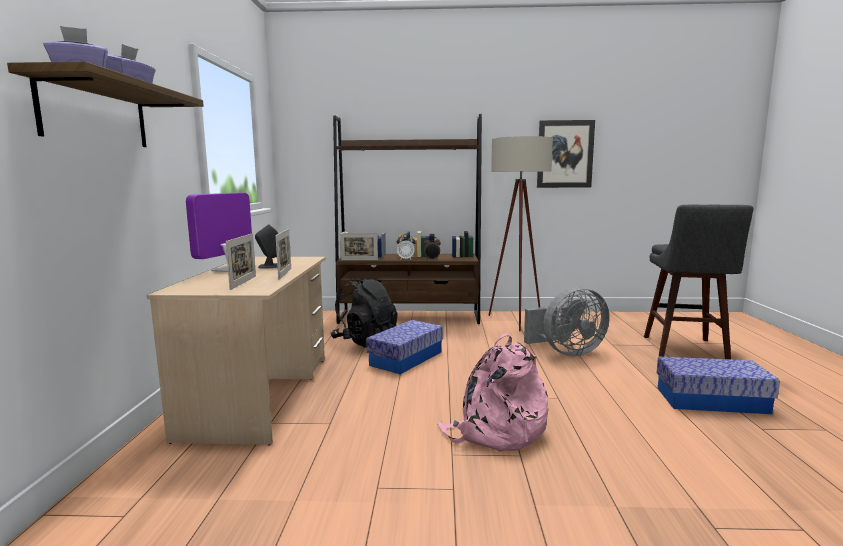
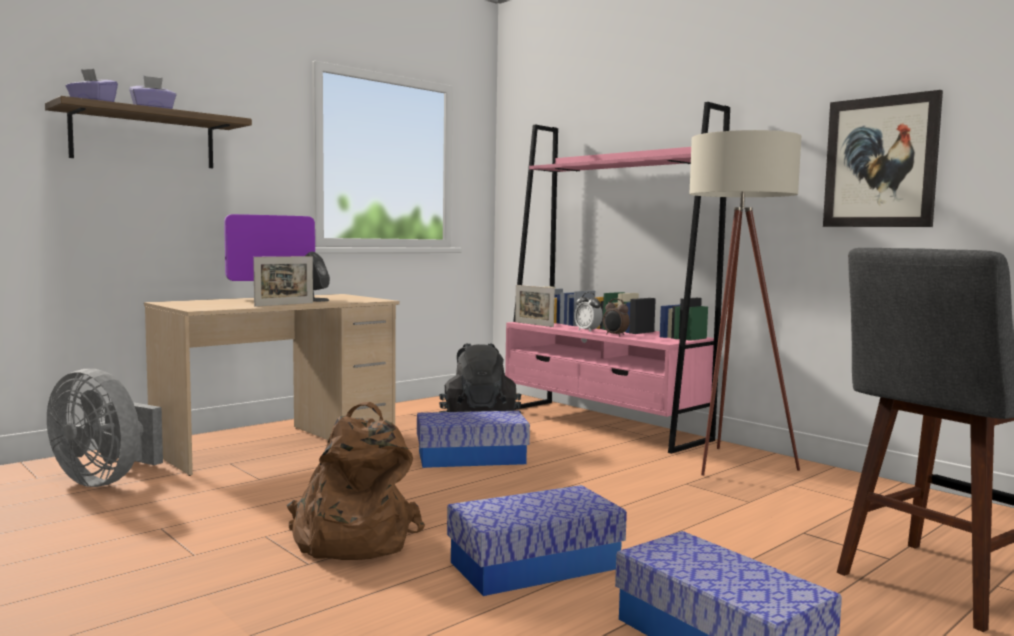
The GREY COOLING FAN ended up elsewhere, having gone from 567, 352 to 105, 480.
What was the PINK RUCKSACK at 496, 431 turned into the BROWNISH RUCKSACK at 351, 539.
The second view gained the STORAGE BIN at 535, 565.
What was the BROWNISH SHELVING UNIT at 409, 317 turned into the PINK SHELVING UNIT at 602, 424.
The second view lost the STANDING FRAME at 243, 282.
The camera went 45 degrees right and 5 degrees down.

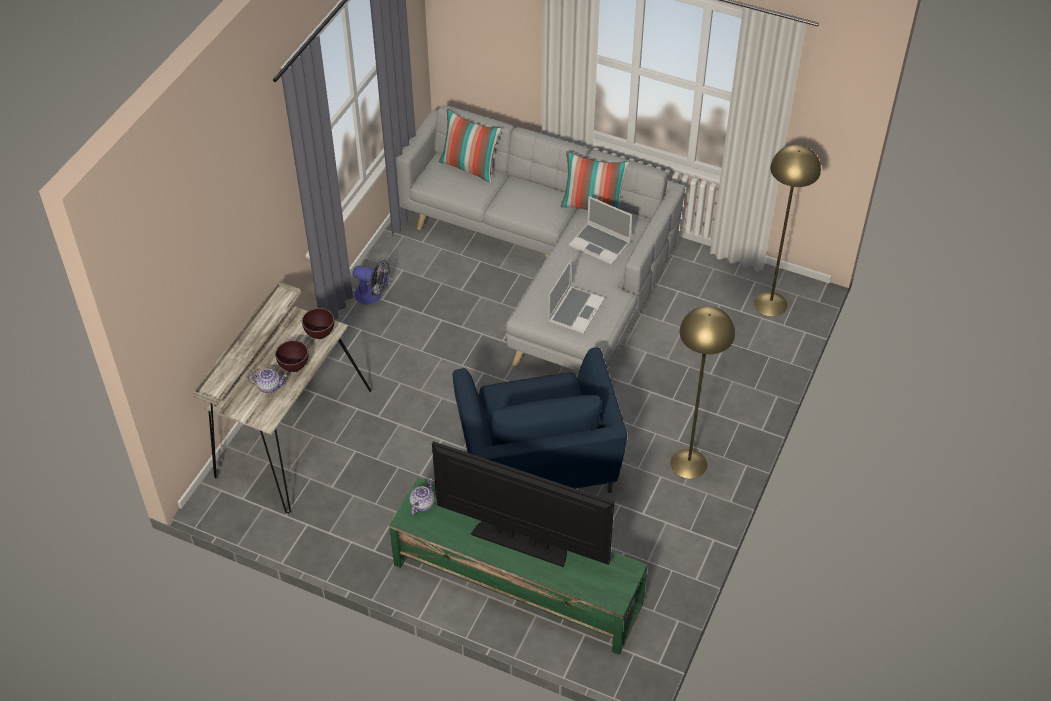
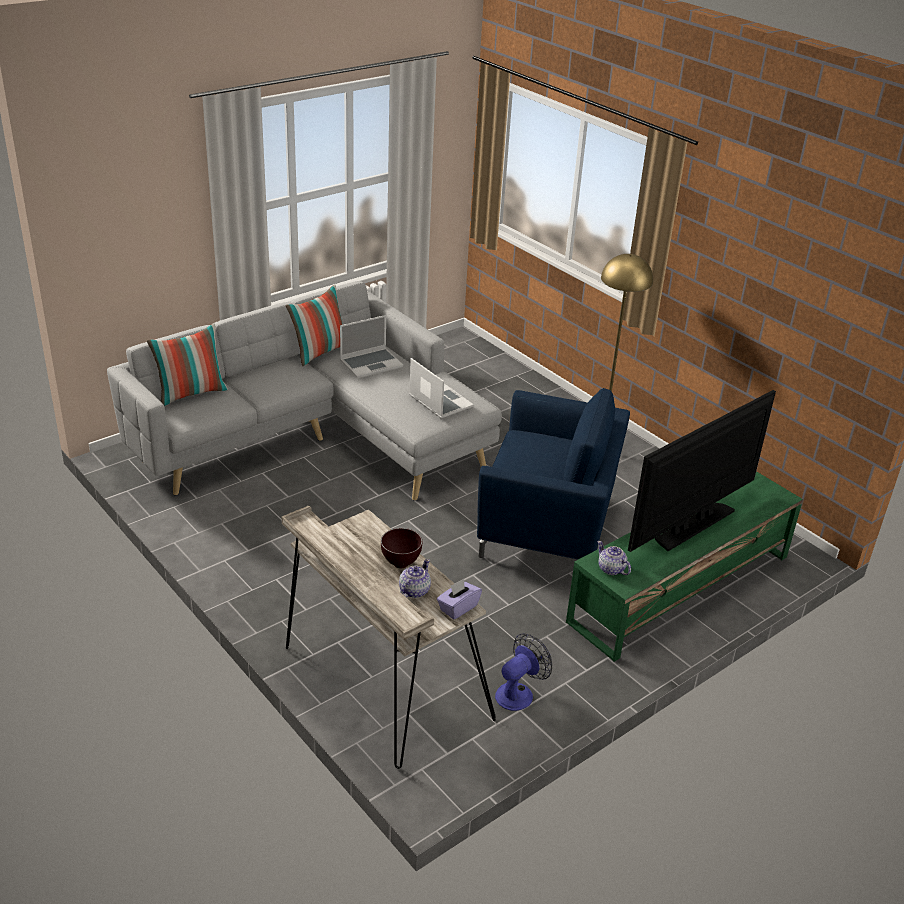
The second view gained the PURPLE-COLOURED TISSUE BOX at 458, 608.
The COOLING FAN ended up elsewhere, having gone from 373, 296 to 519, 692.
The second view lost the BROWNISH DEEP DISH at 319, 335.
The second view lost the YELLOWISH FLOOR LAMP at 770, 303.
The camera went 65 degrees left and 15 degrees down.

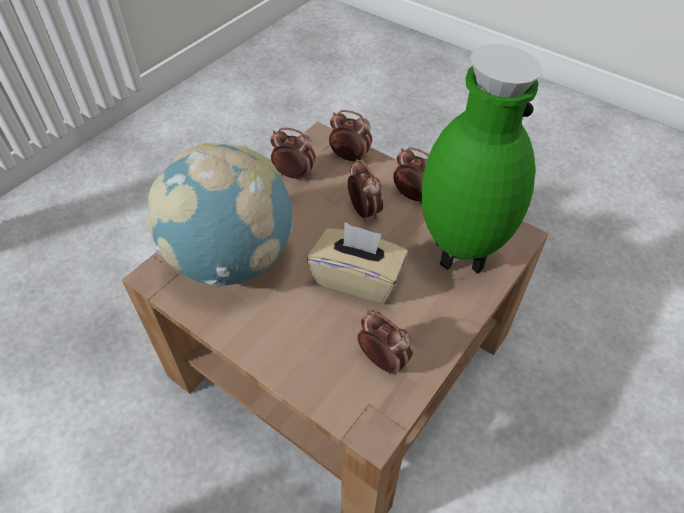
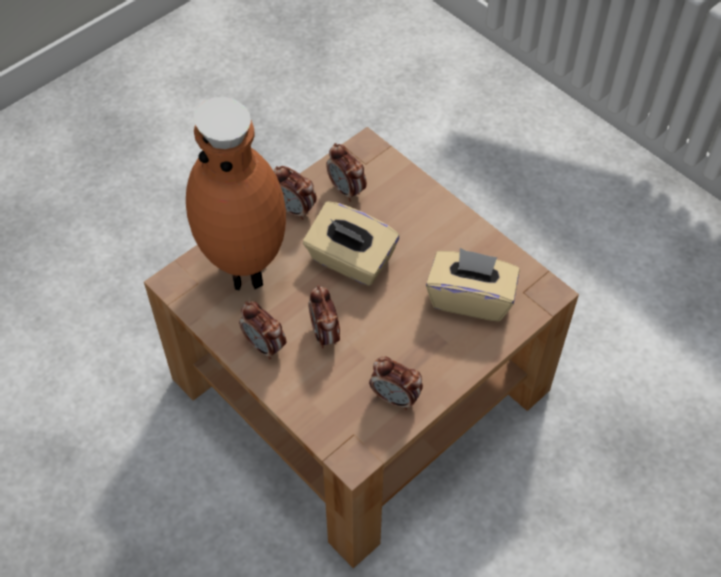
What was the GREEN DECORATIVE VASE at 457, 257 turned into the BROWNISH DECORATIVE VASE at 247, 268.
The BEDSIDE CLOCK ended up elsewhere, having gone from 350, 157 to 294, 210.
Where the GLOBE stood at 232, 259, the BEIGE TISSUE BOX came to stand at 470, 298.
The camera went 170 degrees left and 5 degrees up.

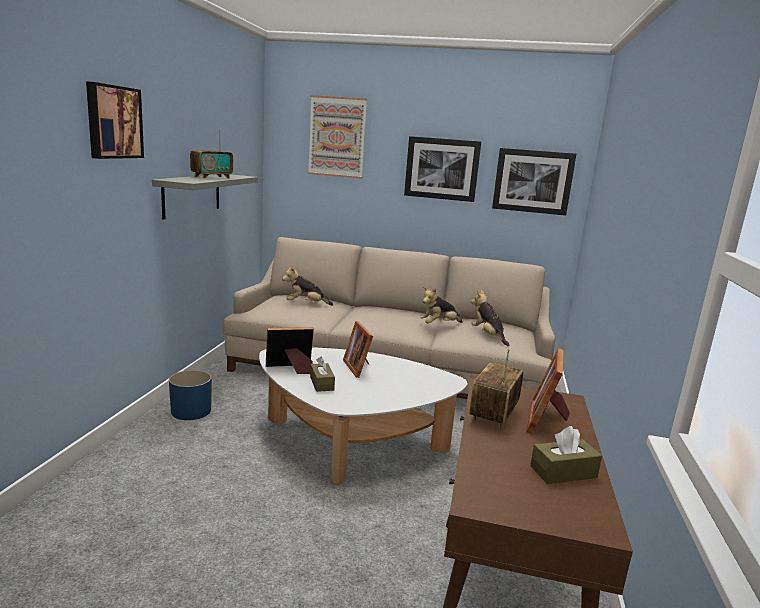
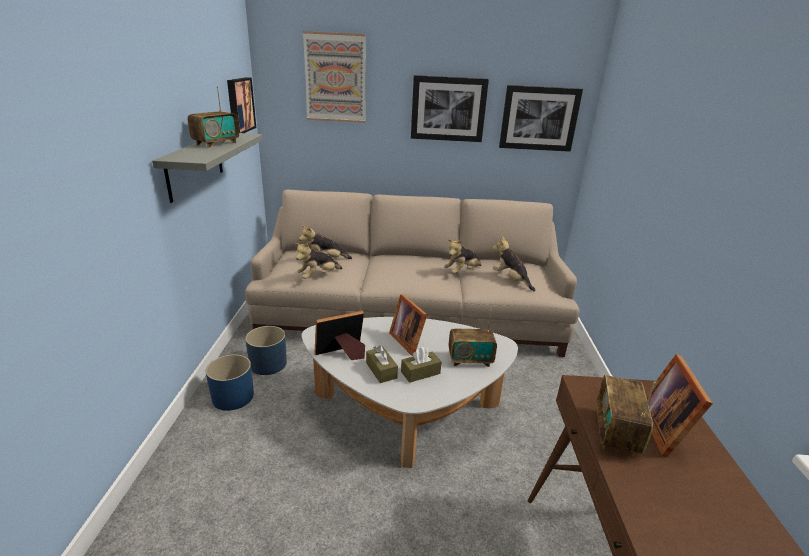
The PICTURE ended up elsewhere, having gone from 113, 122 to 239, 105.
The second view gained the BLUE-COLOURED PLANTER at 268, 364.
The second view gained the SOFT TOY at 318, 276.
The BROWNISH TISSUE BOX ended up elsewhere, having gone from 563, 472 to 420, 372.
The second view gained the RADIO RECEIVER at 470, 360.
The camera went 10 degrees left and 10 degrees up.

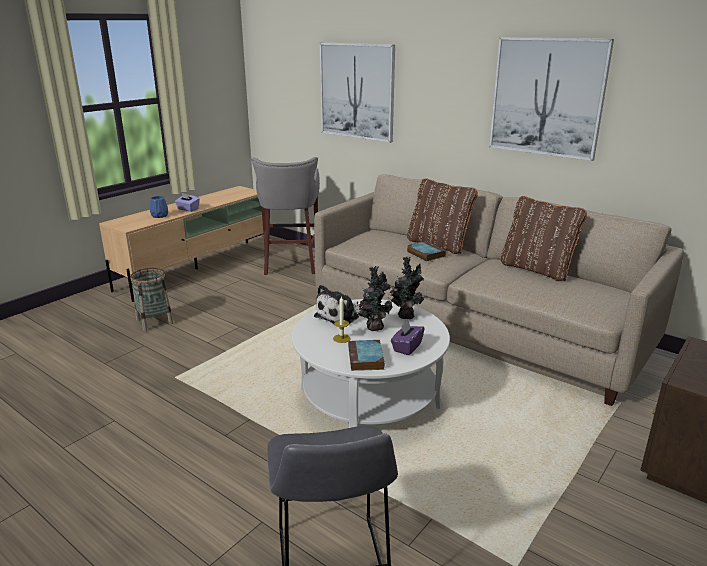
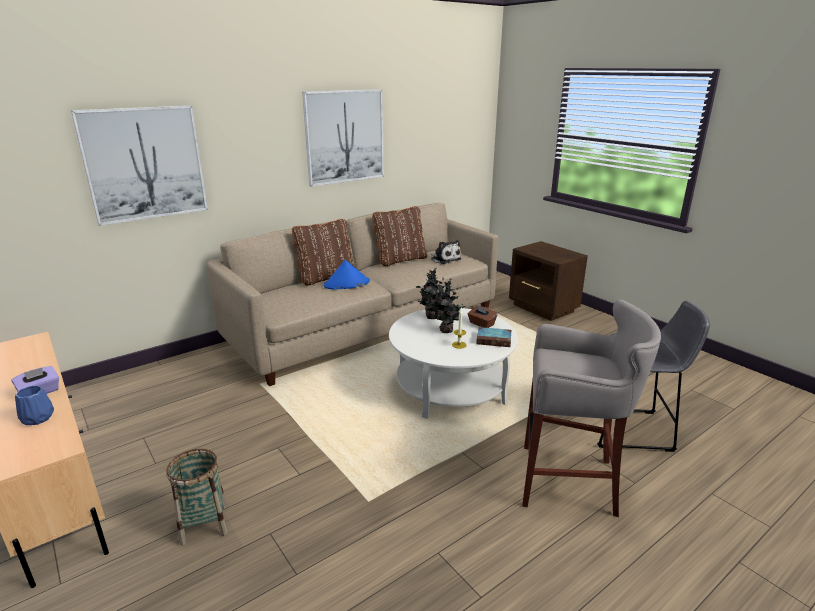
Where the BOOK stood at 425, 253, the BLUE-COLOURED CLOTHING HAT came to stand at 346, 284.
The SOFT TOY ended up elsewhere, having gone from 339, 316 to 445, 259.
What was the PURPLE-COLOURED TISSUE BOX at 407, 347 turned into the BROWNISH TISSUE BOX at 481, 324.
The GREY STOOL ended up elsewhere, having gone from 290, 264 to 570, 481.
The camera went 75 degrees left and 0 degrees up.

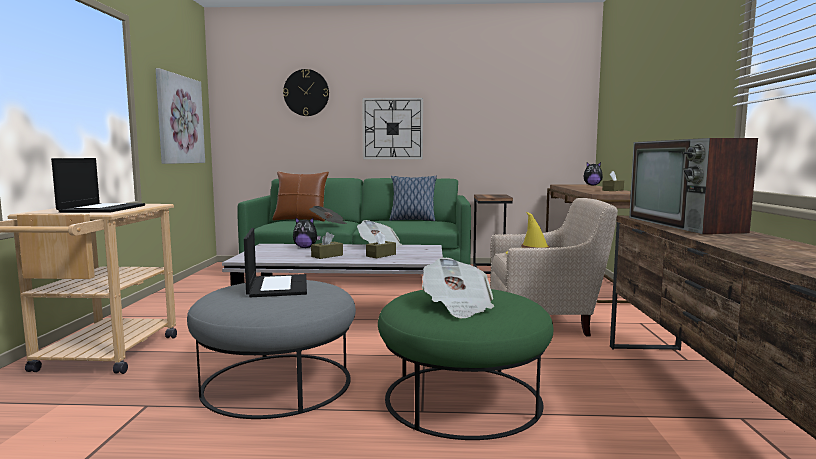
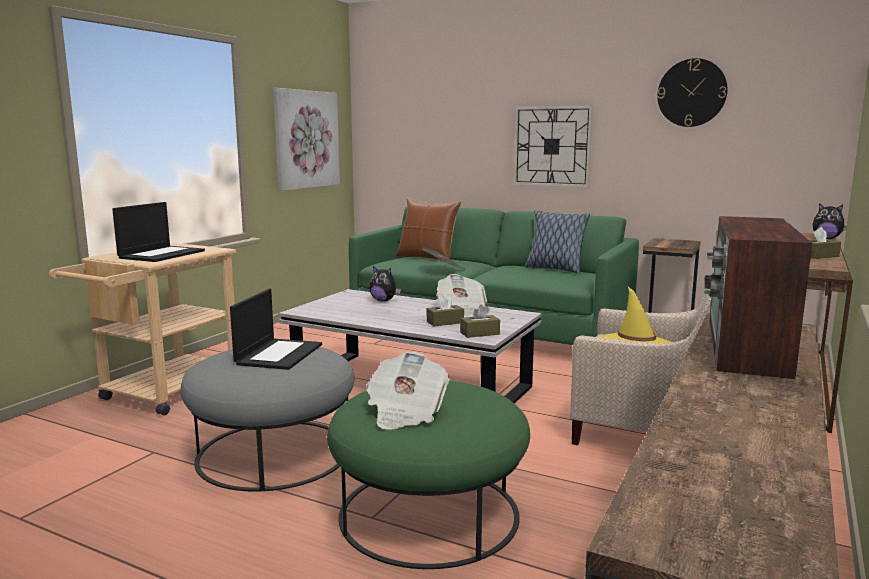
The BROWNISH TISSUE BOX ended up elsewhere, having gone from 327, 256 to 479, 333.
The WALL CLOCK ended up elsewhere, having gone from 306, 92 to 691, 93.
The camera went 25 degrees right and 5 degrees up.

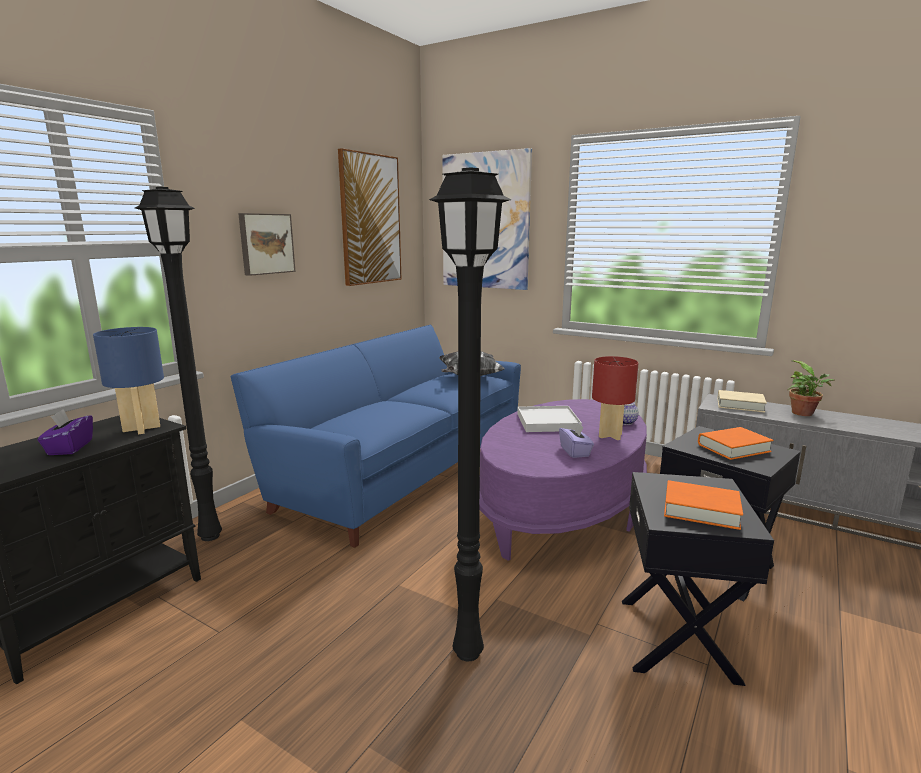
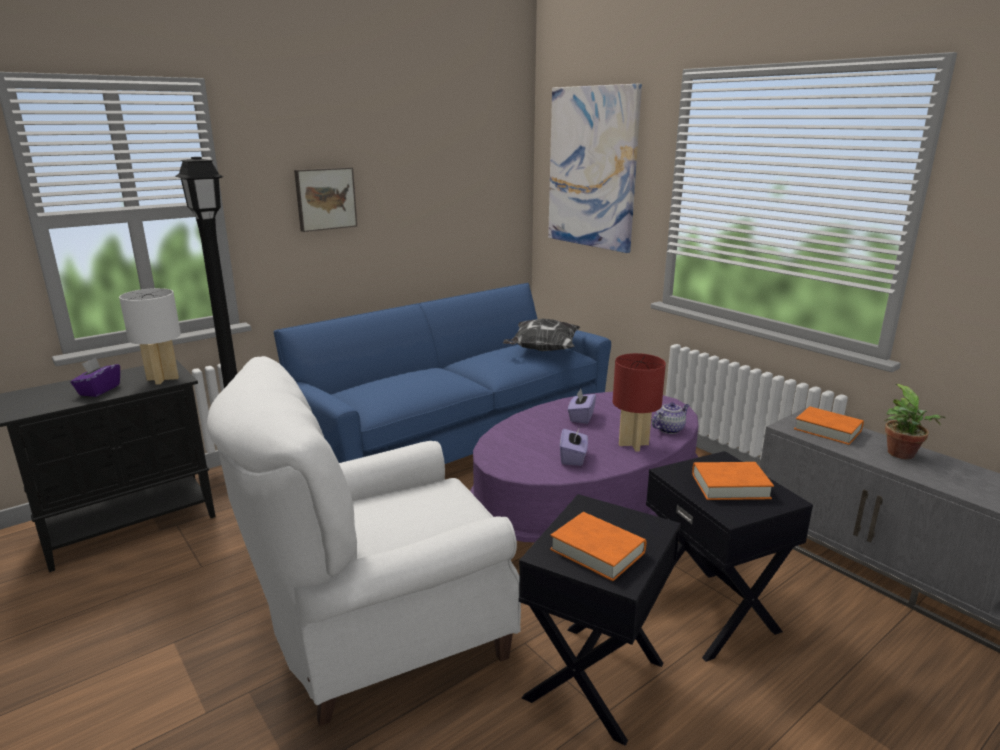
What was the BLUE-COLOURED TABLETOP LAMP at 141, 428 turned into the WHITE-COLOURED TABLETOP LAMP at 162, 378.
Where the BLACKISH FLOOR LAMP stood at 465, 652, the WHITE-COLOURED EASY CHAIR came to stand at 380, 636.
Where the WHITE-COLOURED CARRYING TRAY stood at 548, 422, the PURPLE-COLOURED TISSUE BOX came to stand at 581, 417.
What was the BEIGE BOOK at 740, 405 turned into the ORANGEY BOOK at 827, 430.
The second view lost the PICTURE at 370, 219.
The camera went 20 degrees right and 5 degrees up.

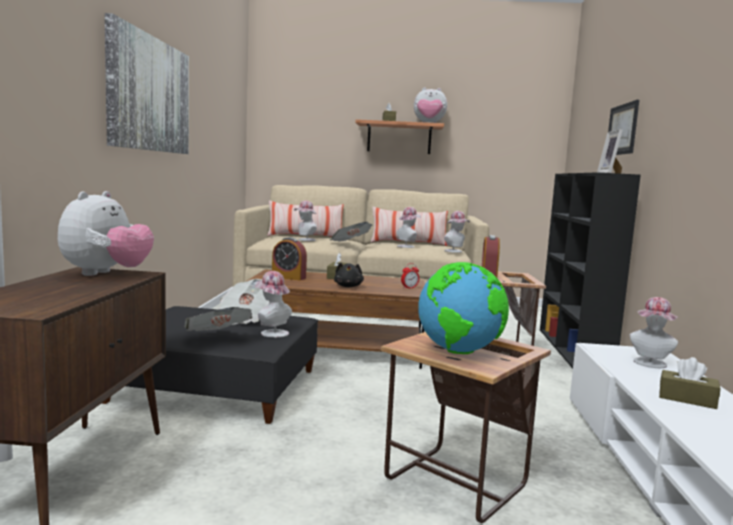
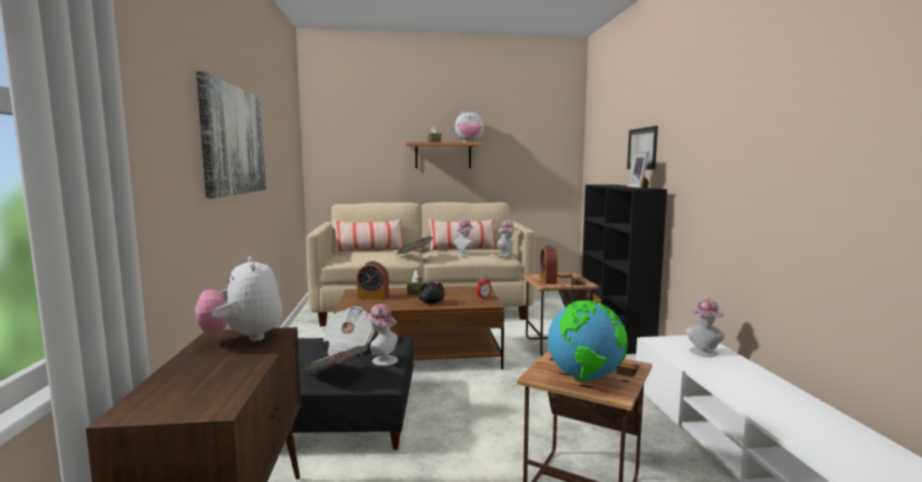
The SOFT TOY at 106, 274 ended up facing another way, 150 degrees clockwise from before.
The second view lost the CLOTHING HAT at 305, 240.
The second view lost the BROWNISH TISSUE BOX at 687, 399.
The camera went 10 degrees left and 0 degrees up.

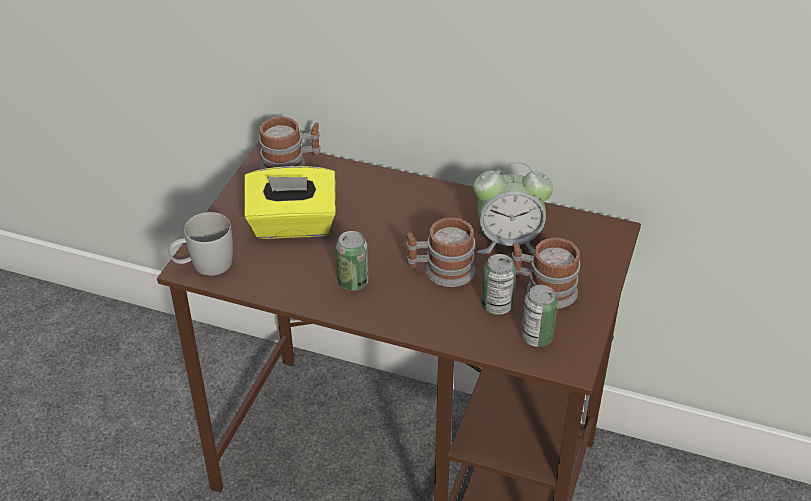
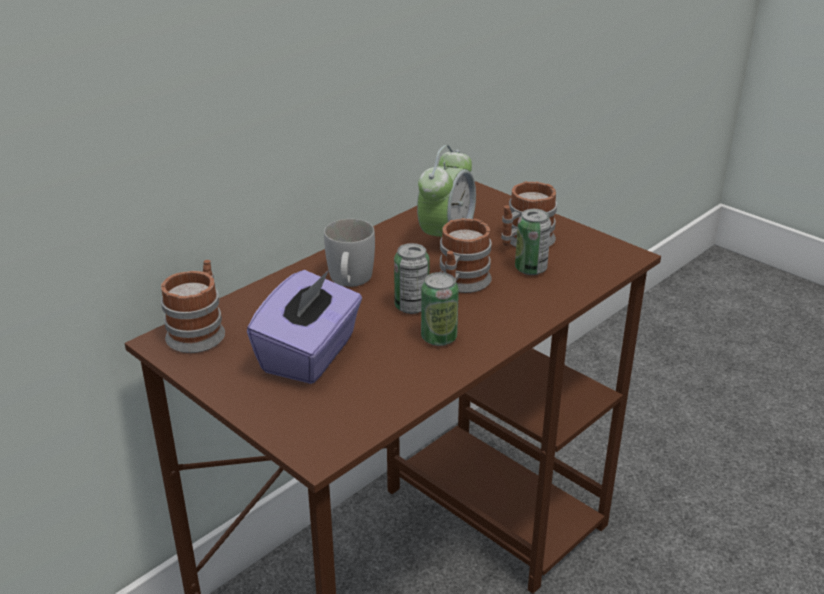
What was the YELLOWISH TISSUE BOX at 292, 225 turned into the PURPLE-COLOURED TISSUE BOX at 310, 354.
The WHITE-COLOURED TEA MUG ended up elsewhere, having gone from 204, 265 to 349, 281.
The CAN ended up elsewhere, having gone from 536, 337 to 411, 306.
The camera went 65 degrees left and 10 degrees down.

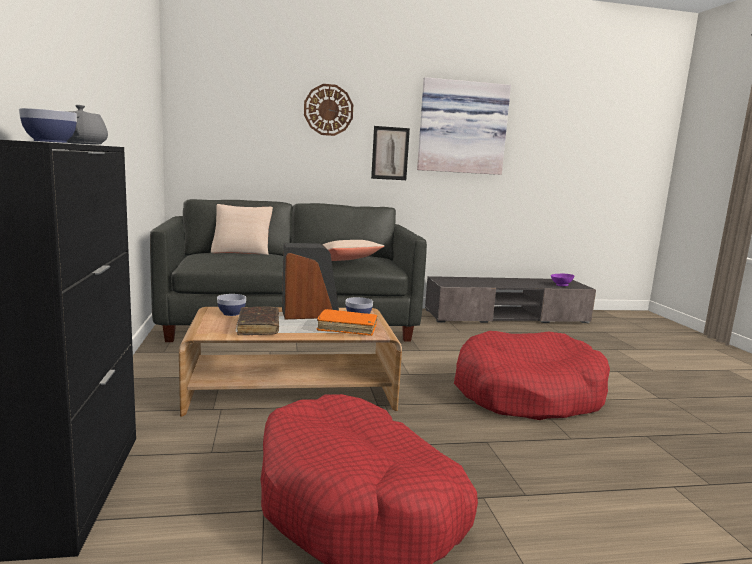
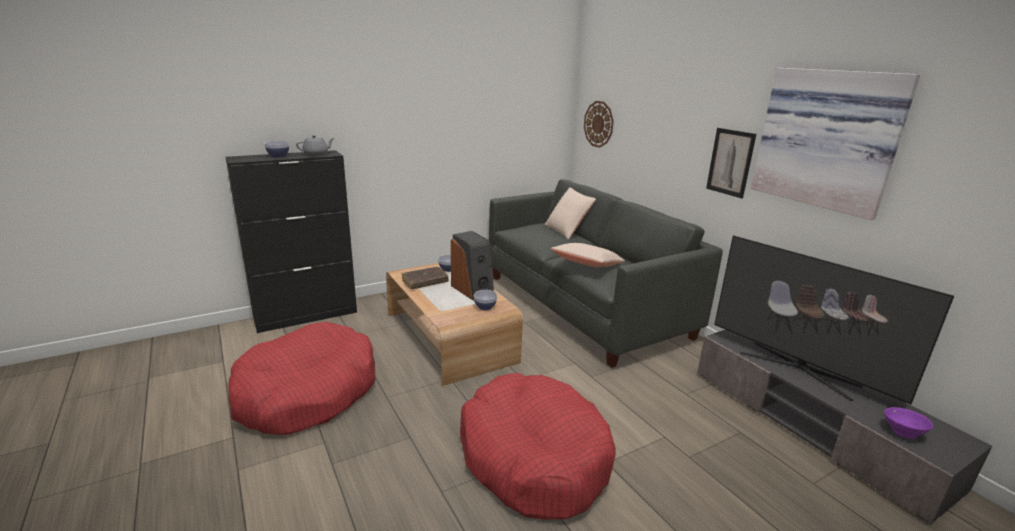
The WALL CLOCK ended up elsewhere, having gone from 328, 110 to 598, 124.
The second view gained the TV SET at 798, 369.
The second view lost the ORANGEY BOOK at 347, 328.
The camera went 70 degrees right and 10 degrees up.

